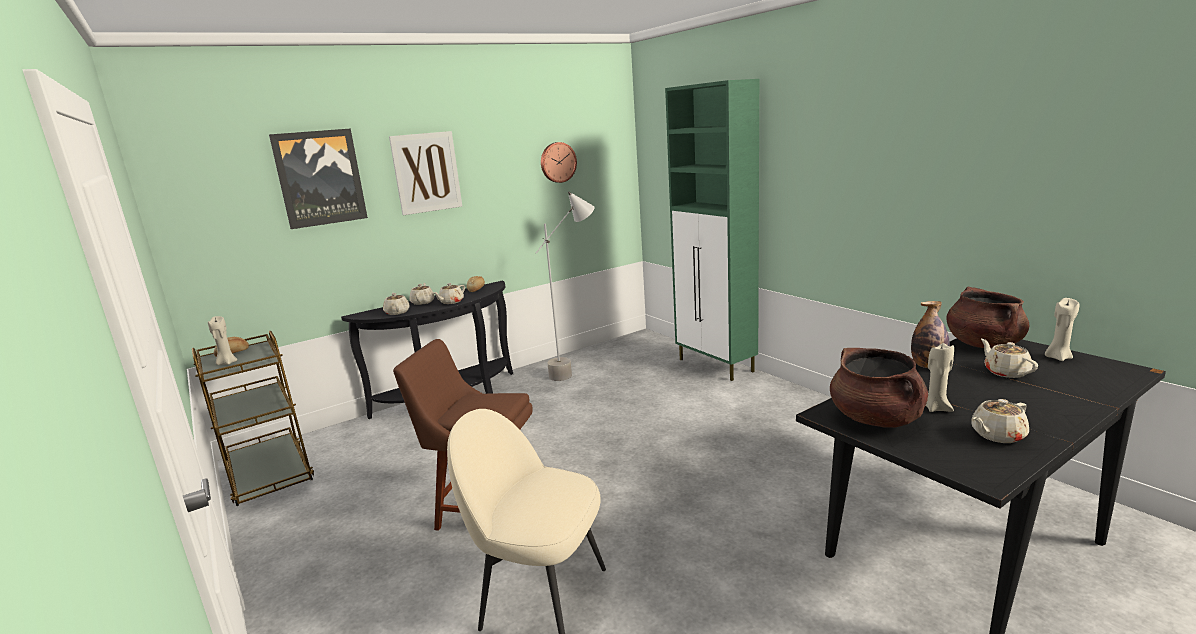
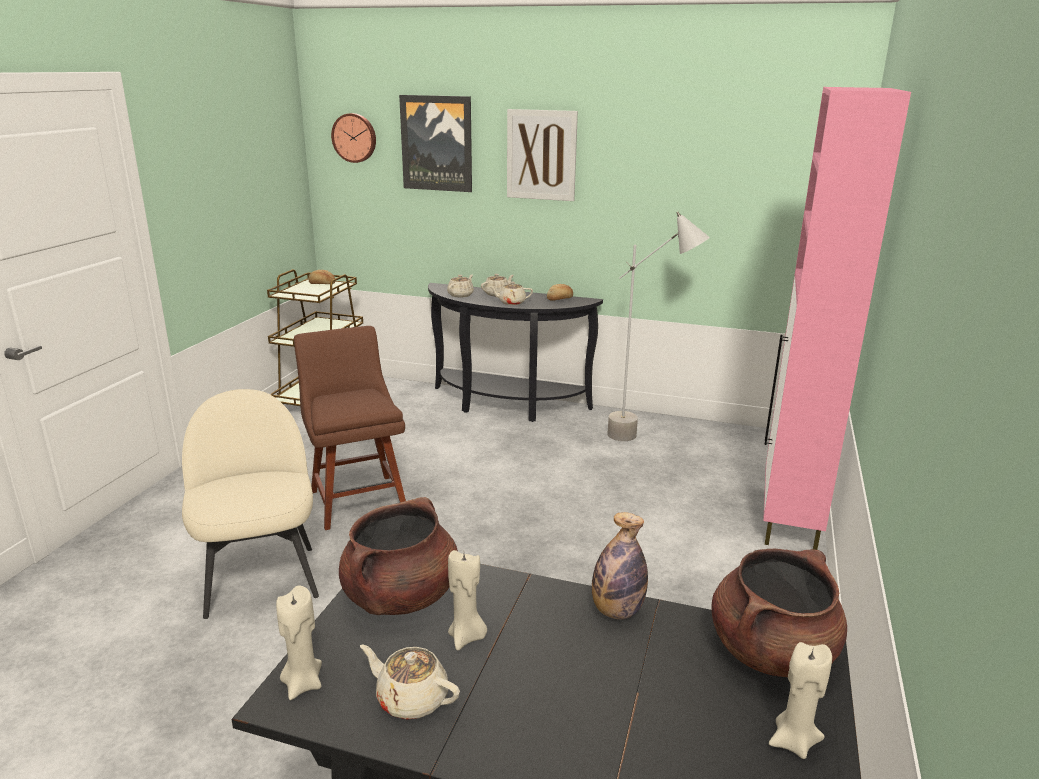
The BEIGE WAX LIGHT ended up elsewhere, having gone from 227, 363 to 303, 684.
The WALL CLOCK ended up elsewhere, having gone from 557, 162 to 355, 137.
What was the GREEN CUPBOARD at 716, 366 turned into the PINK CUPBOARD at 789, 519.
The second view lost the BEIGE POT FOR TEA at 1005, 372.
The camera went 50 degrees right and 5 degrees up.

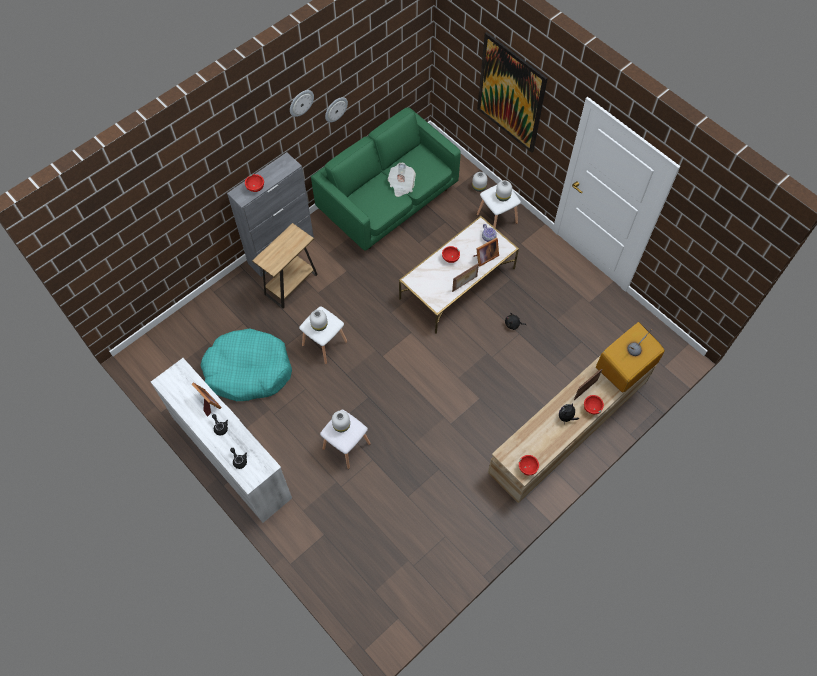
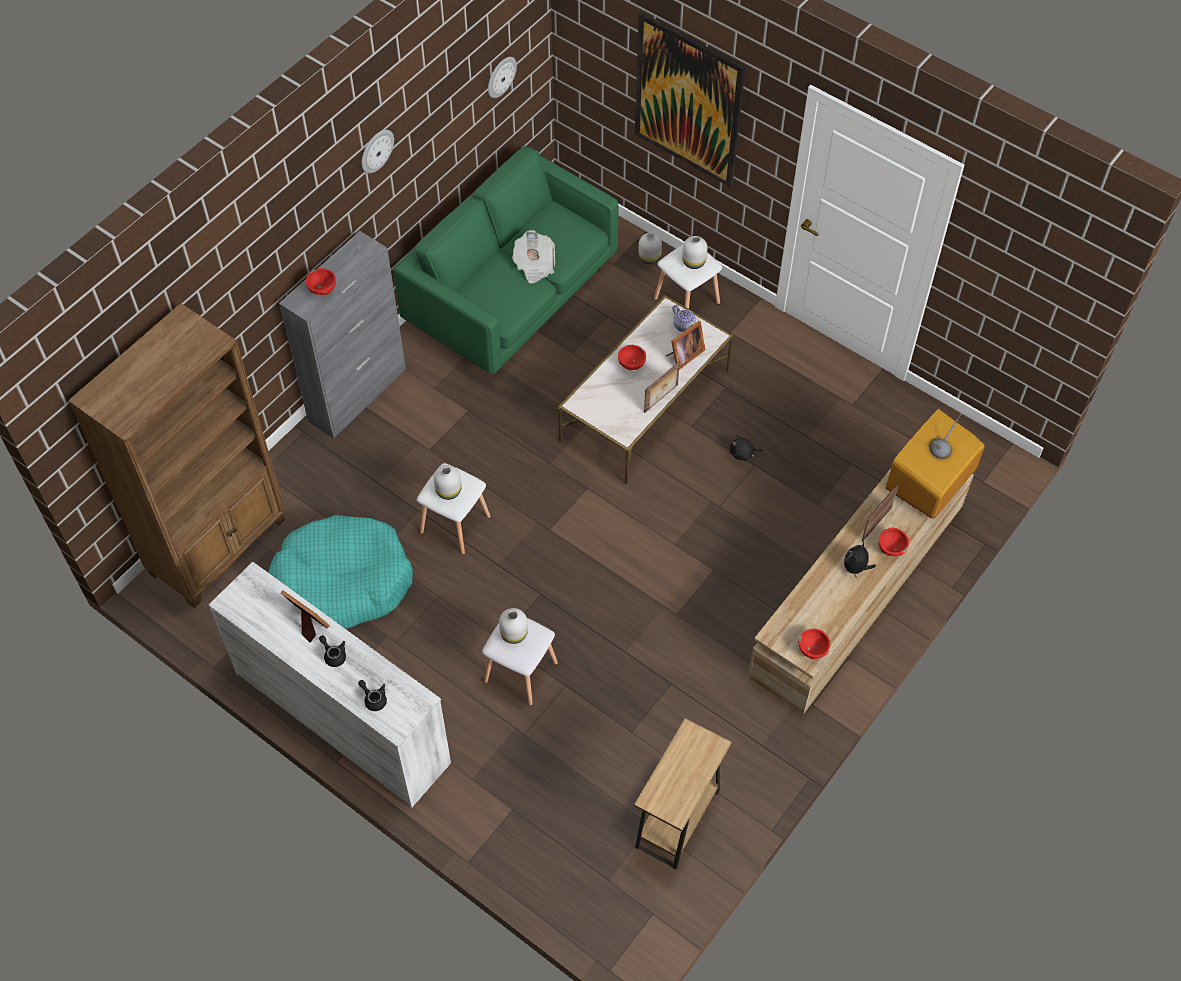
The second view gained the BROWNISH SHELVING UNIT at 219, 546.
The WALL CLOCK ended up elsewhere, having gone from 335, 109 to 501, 76.
The BROWNISH END TABLE ended up elsewhere, having gone from 291, 284 to 677, 819.
The camera went 10 degrees left and 5 degrees down.

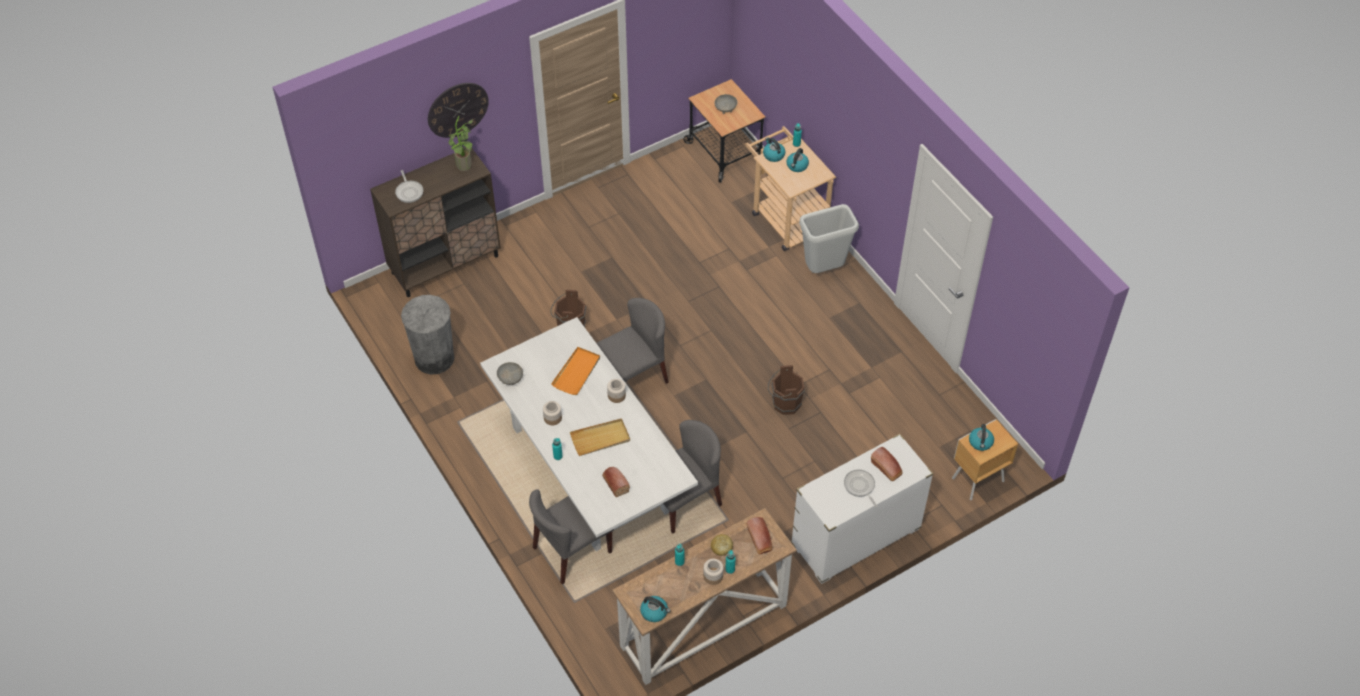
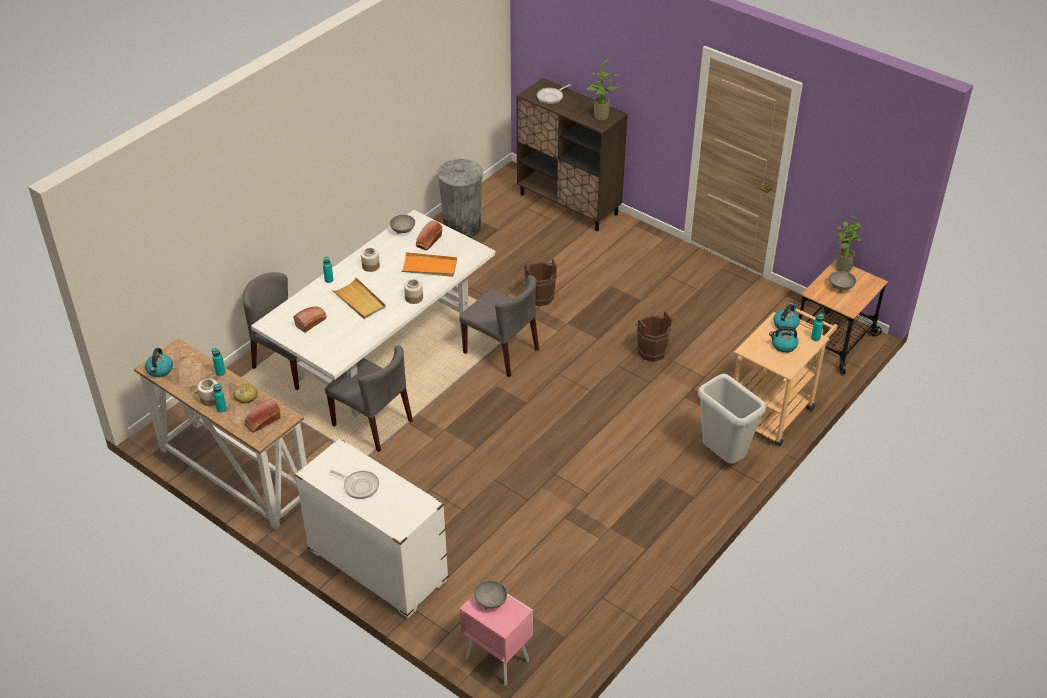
The PAN at 860, 486 ended up facing another way, 75 degrees clockwise from before.
The BAKERY BREAD ended up elsewhere, having gone from 887, 469 to 428, 241.
What was the BROWNISH BEDSIDE TABLE at 976, 480 turned into the PINK BEDSIDE TABLE at 497, 658.
Where the WATER KETTLE stood at 980, 442, the GREY DEEP DISH came to stand at 491, 602.
The BROWNISH PAIL ended up elsewhere, having gone from 784, 404 to 650, 350.
The second view gained the POTTED PLANT at 842, 267.
The second view lost the WALL CLOCK at 457, 109.
The camera went 70 degrees right and 10 degrees down.

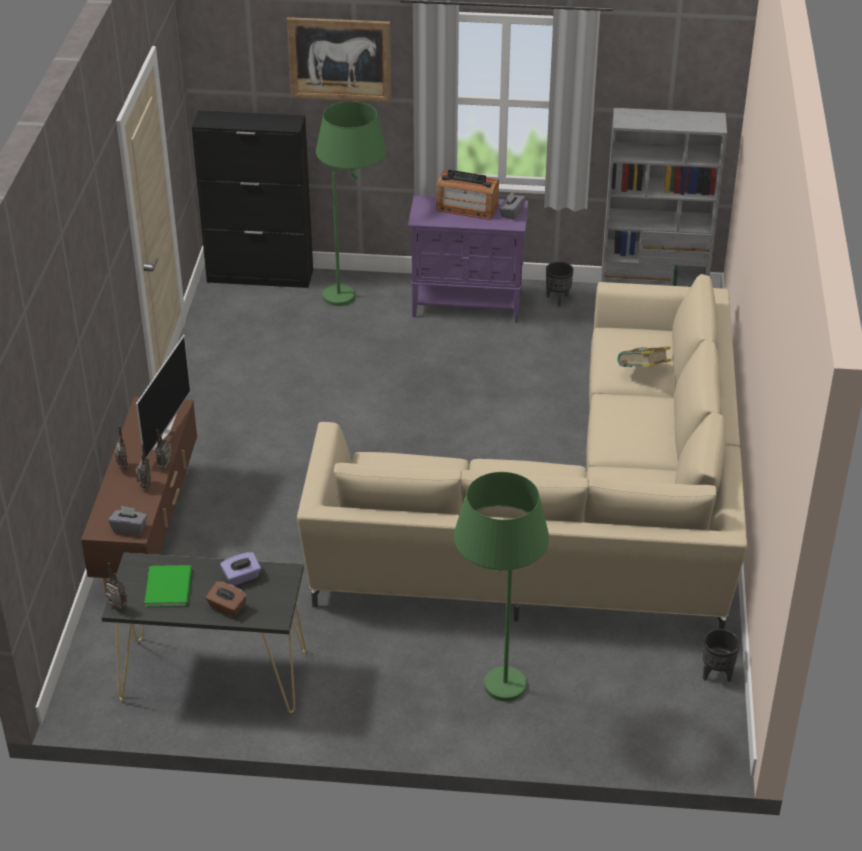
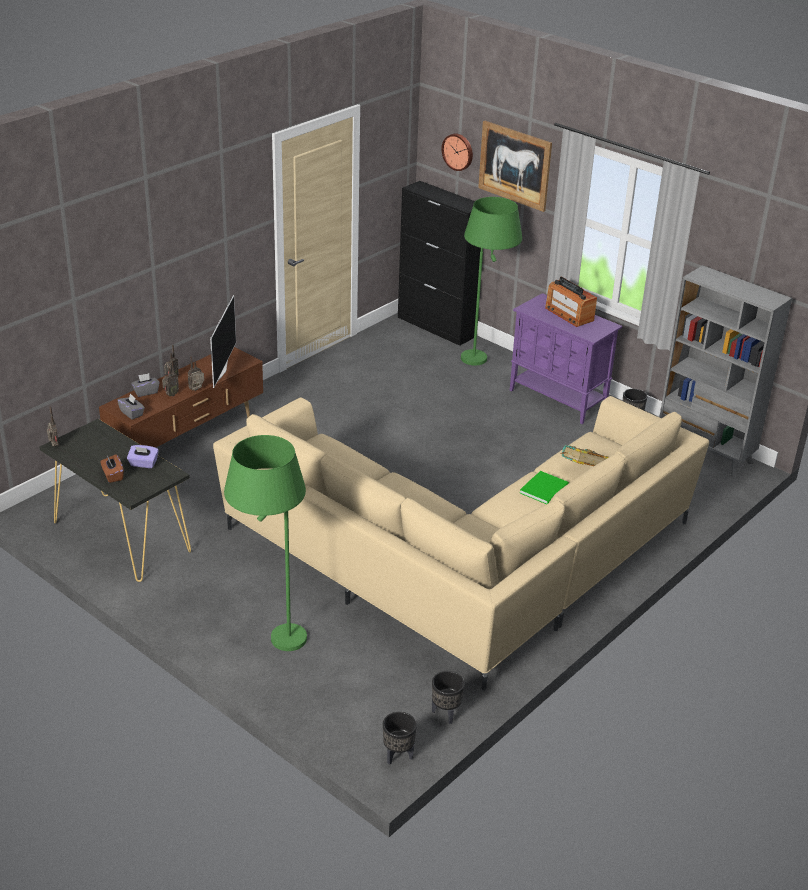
The GREY TISSUE BOX ended up elsewhere, having gone from 511, 213 to 146, 392.
The TV SET at 163, 432 ended up facing another way, 45 degrees counterclockwise from before.
The second view gained the BLACKISH PLANTER at 398, 756.
The second view gained the WALL CLOCK at 458, 151.
The GREEN BOOK ended up elsewhere, having gone from 170, 586 to 545, 489.
The camera went 35 degrees right and 5 degrees down.

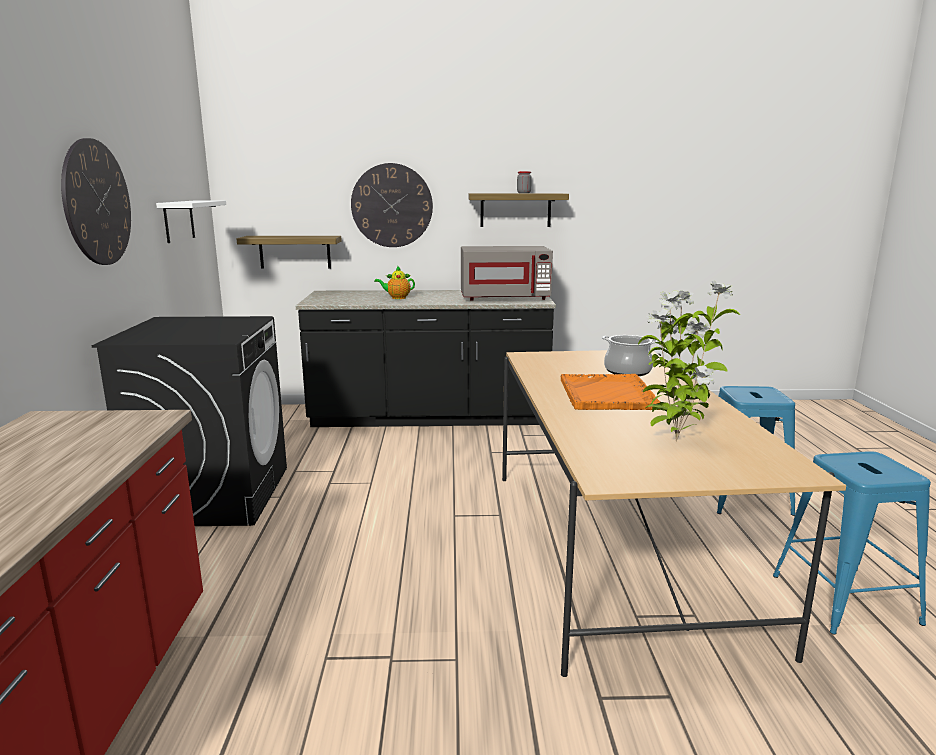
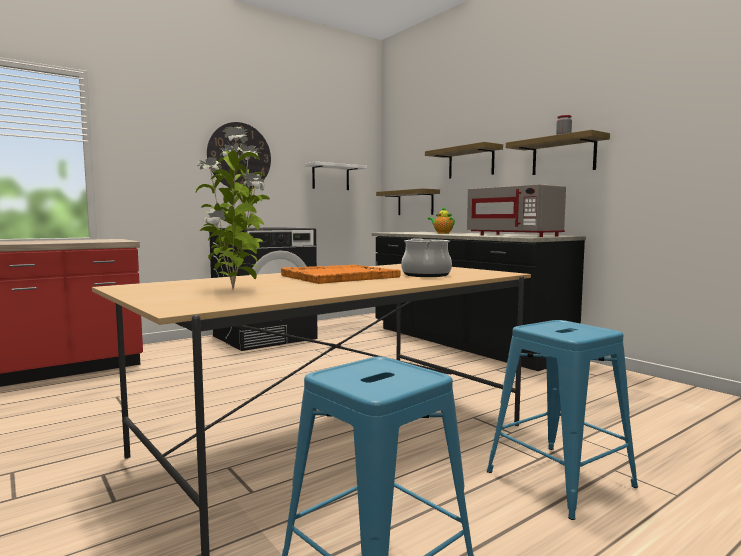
Where the WALL CLOCK hung at 392, 205, the BRACKET SHELF came to hang at 471, 162.
The camera went 55 degrees right and 10 degrees down.

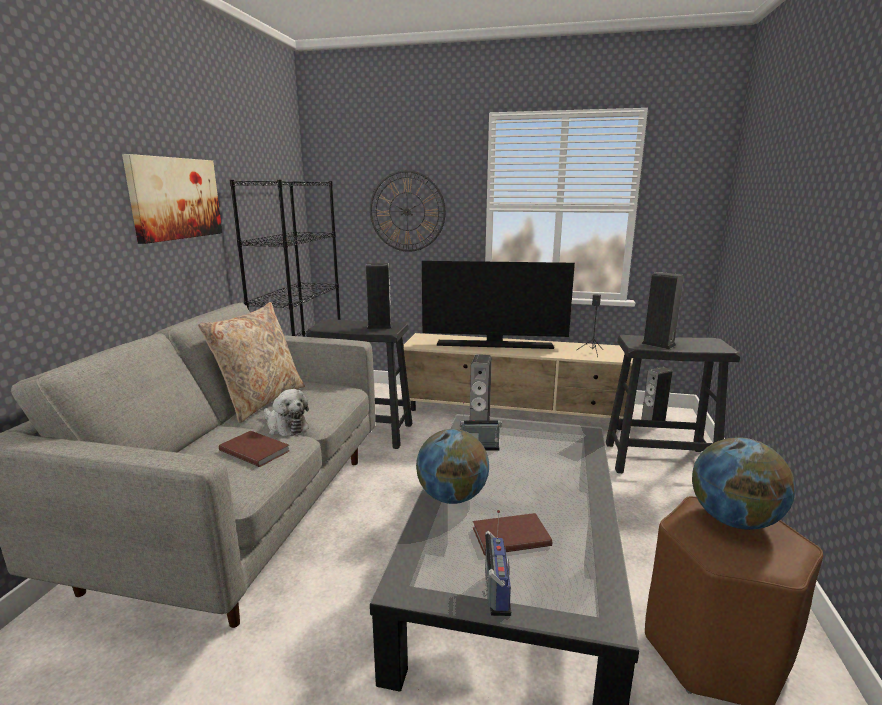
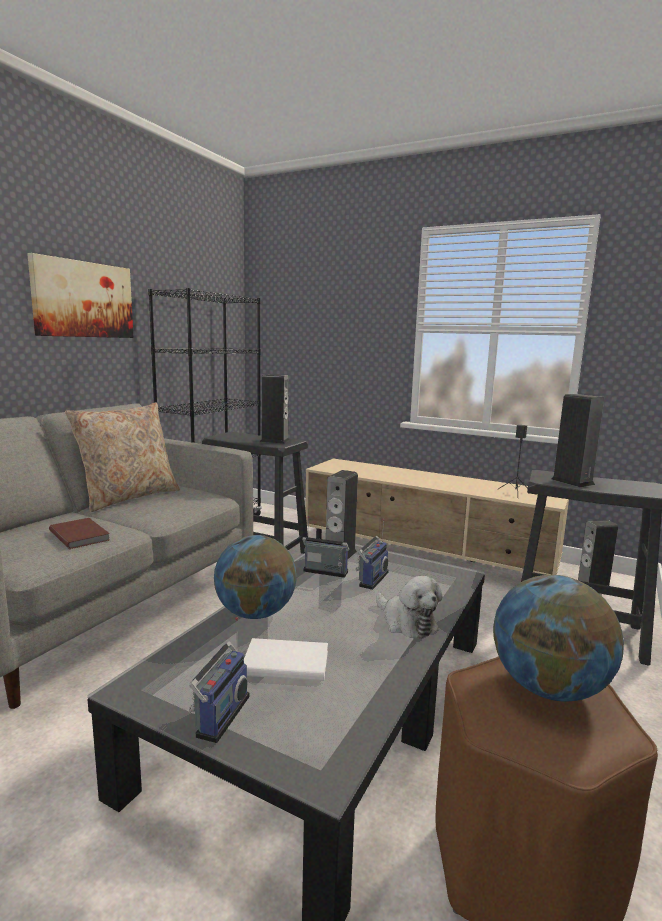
What was the BROWNISH BOOK at 509, 536 turned into the WHITE-COLOURED BOOK at 285, 662.
The second view gained the RADIO RECEIVER at 371, 579.
The SOFT TOY ended up elsewhere, having gone from 285, 426 to 406, 622.
The second view lost the WALL CLOCK at 407, 211.
The second view lost the TV SET at 495, 345.
The camera went 15 degrees right and 5 degrees down.

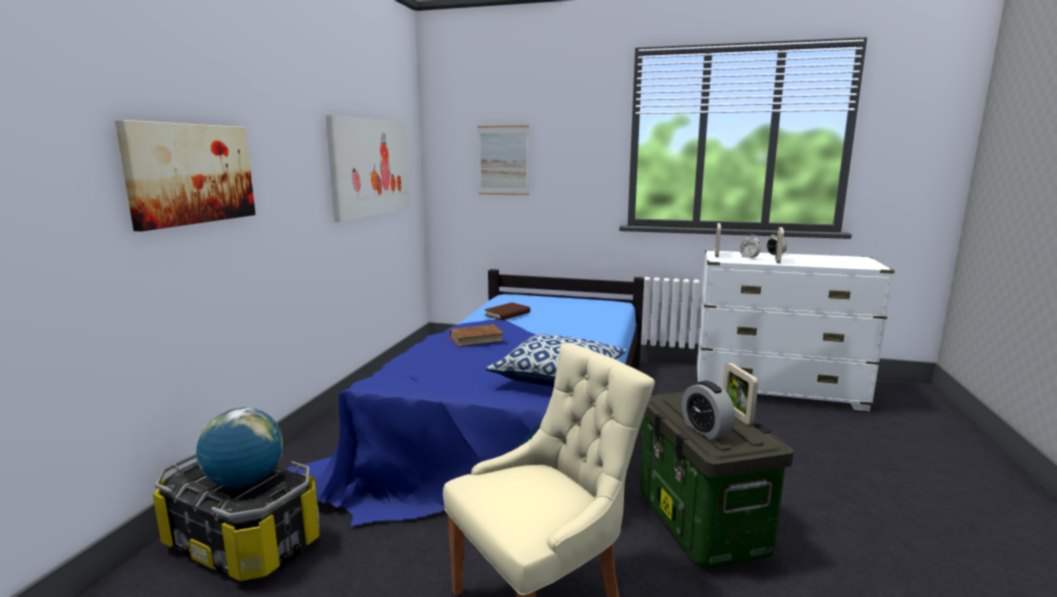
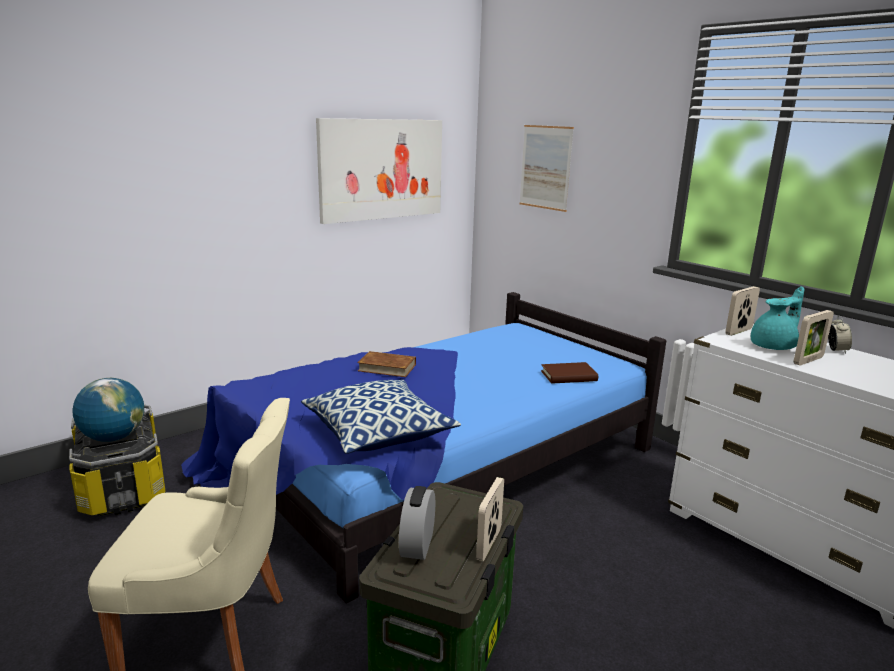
The BROWNISH BOOK ended up elsewhere, having gone from 507, 314 to 568, 376.
Where the BEDSIDE CLOCK stood at 749, 258, the BLUE-GREEN POT FOR TEA came to stand at 774, 346.
The second view lost the PICTURE at 191, 174.
The camera went 35 degrees right and 5 degrees up.

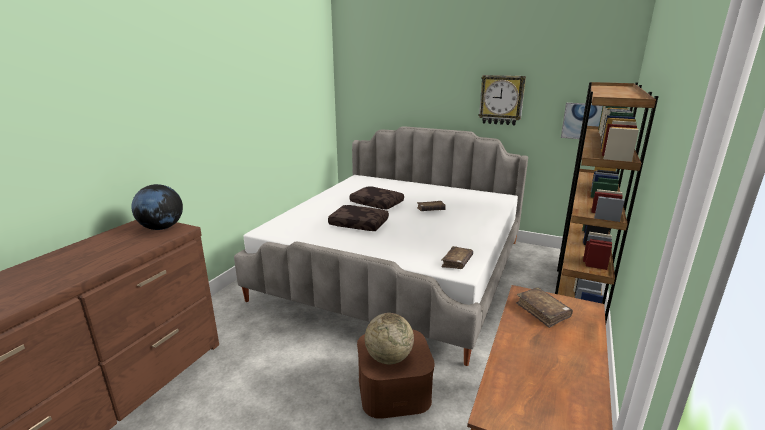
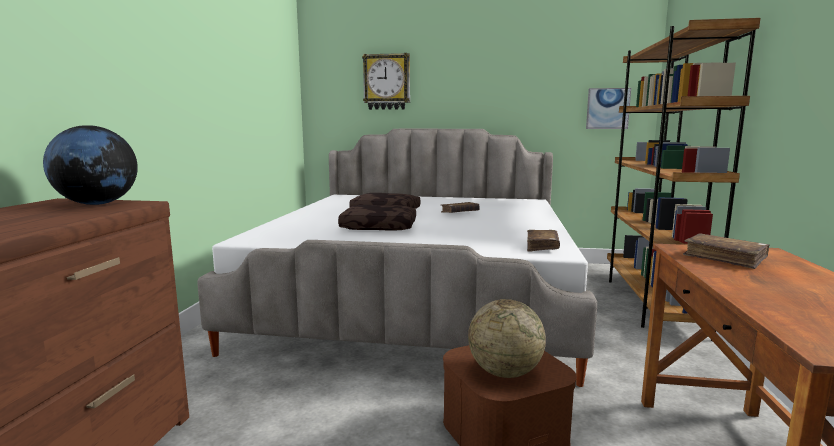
The WALL CLOCK ended up elsewhere, having gone from 501, 100 to 387, 82.
The camera went 15 degrees left and 10 degrees down.

